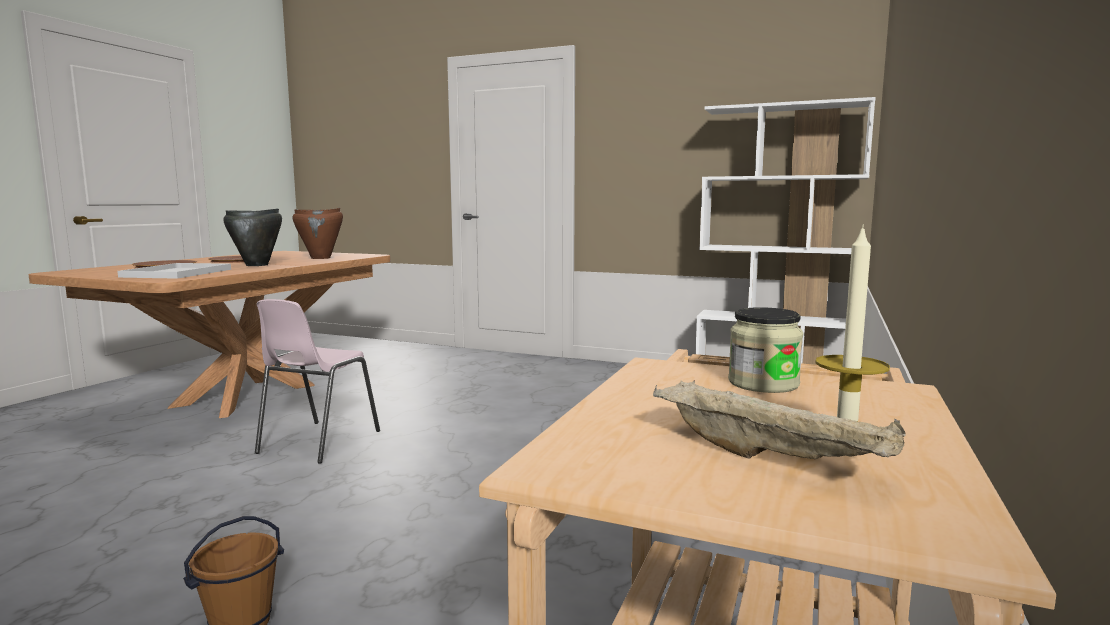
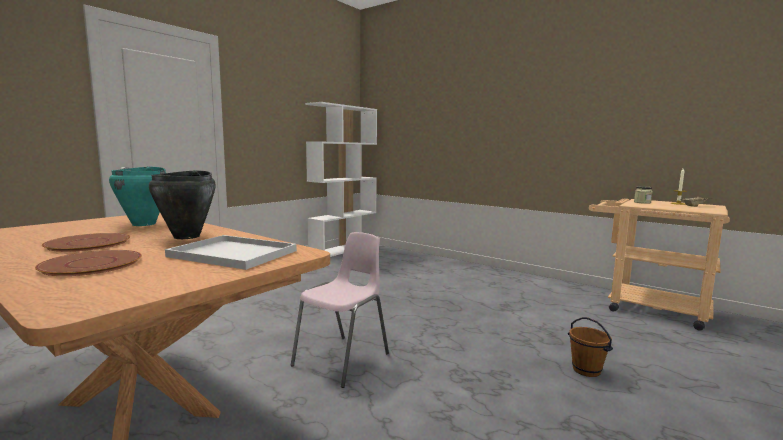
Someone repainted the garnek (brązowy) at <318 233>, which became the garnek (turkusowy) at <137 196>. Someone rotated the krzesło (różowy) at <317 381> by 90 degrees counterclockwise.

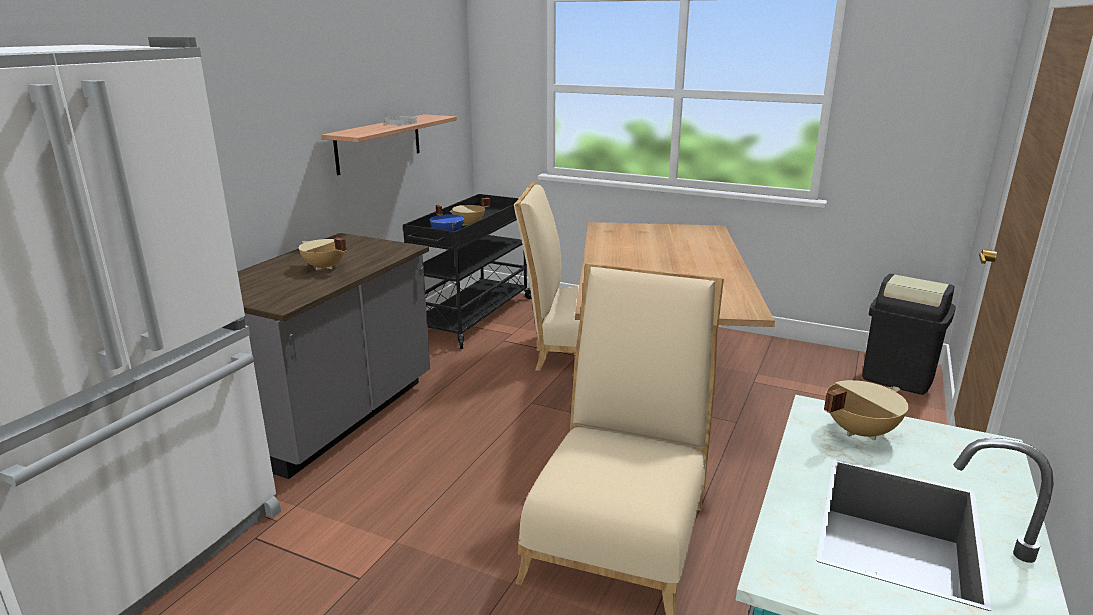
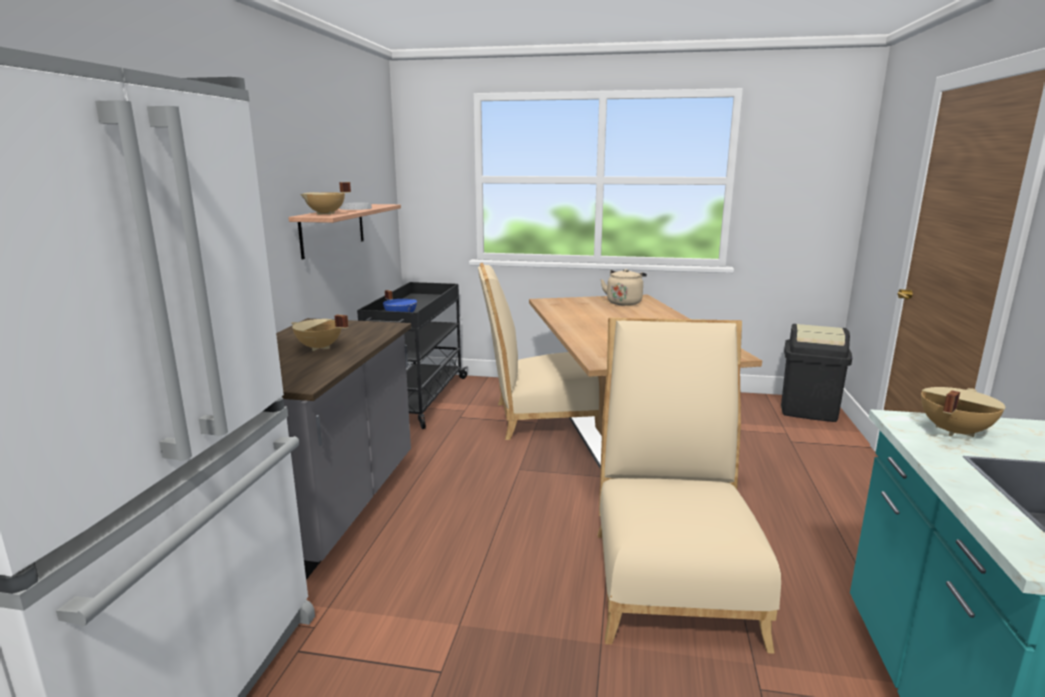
Someone carried the garnek (beżowy) from <470 212> to <325 198>. Someone put down the czajnik (beżowy) at <624 287>.

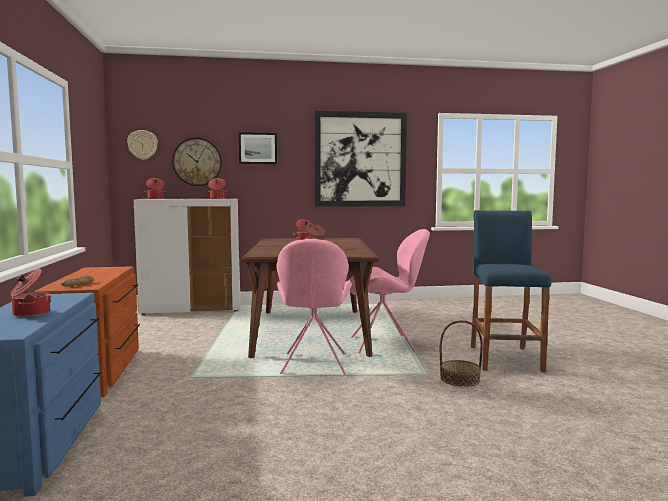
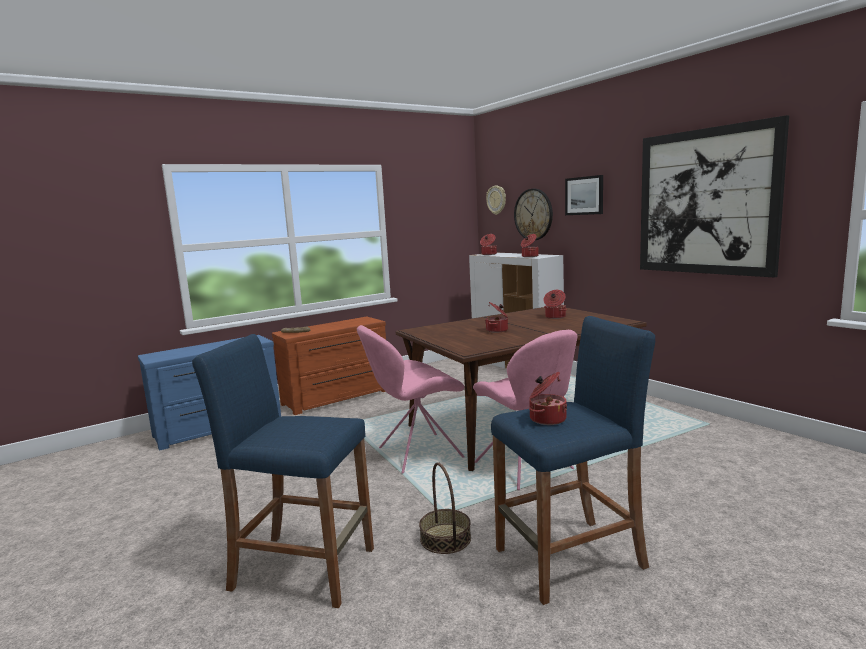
Someone carried the garnek from <31 293> to <548 398>. Someone put down the stołek (niebieski) at <283 471>.

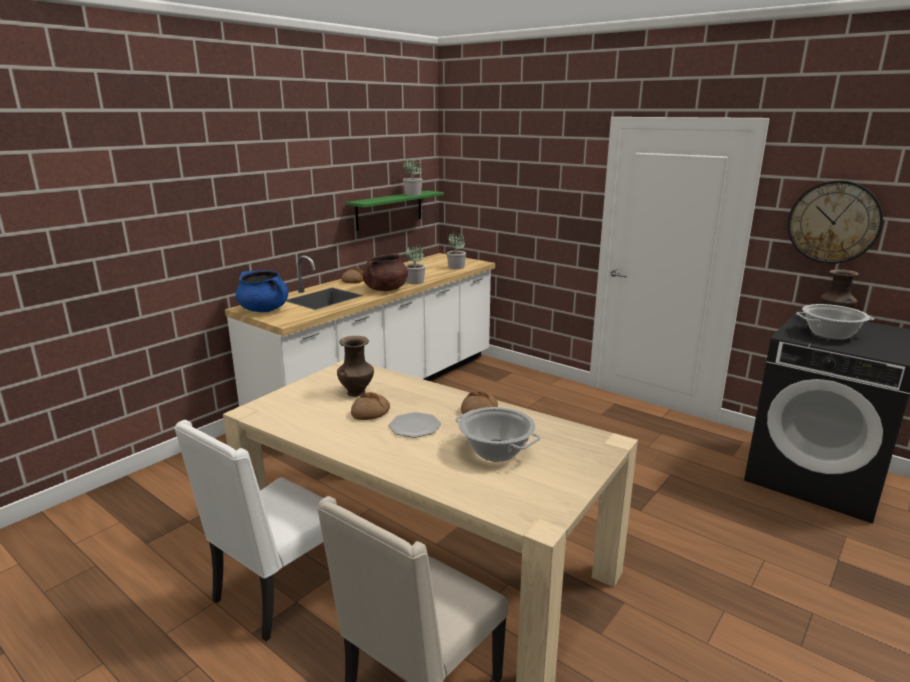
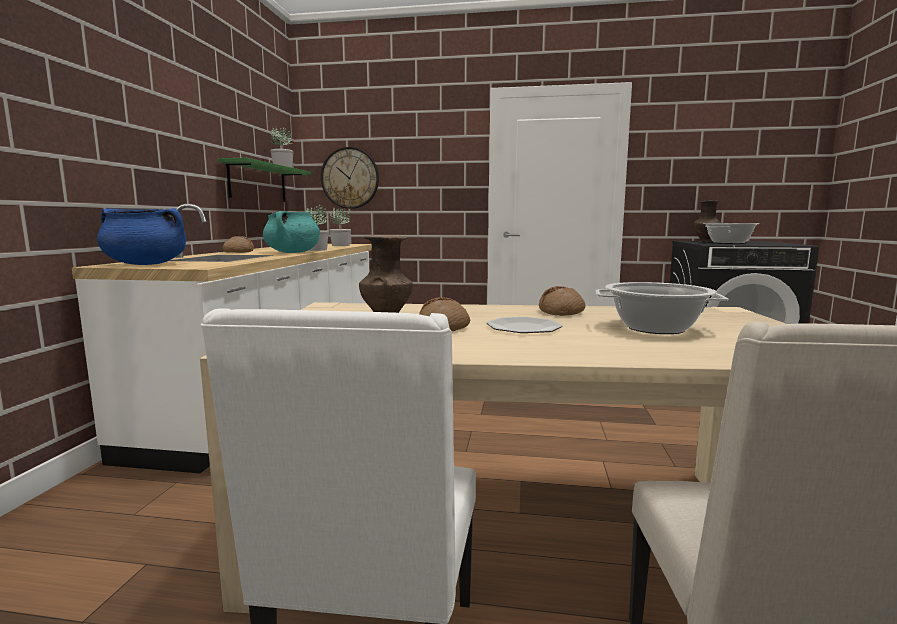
Someone carried the zegar ścienny from <835 222> to <350 178>. Someone repainted the garnek (brązowy) at <385 272>, which became the garnek (turkusowy) at <291 232>.

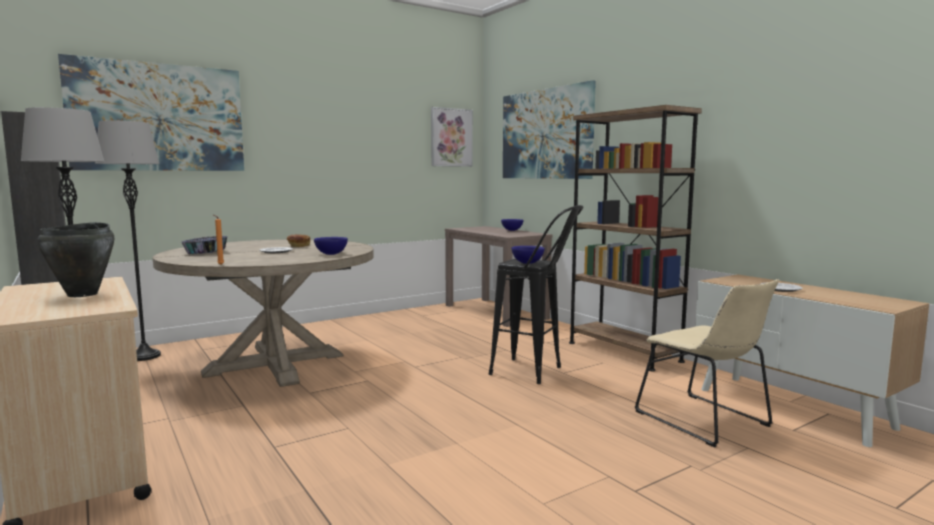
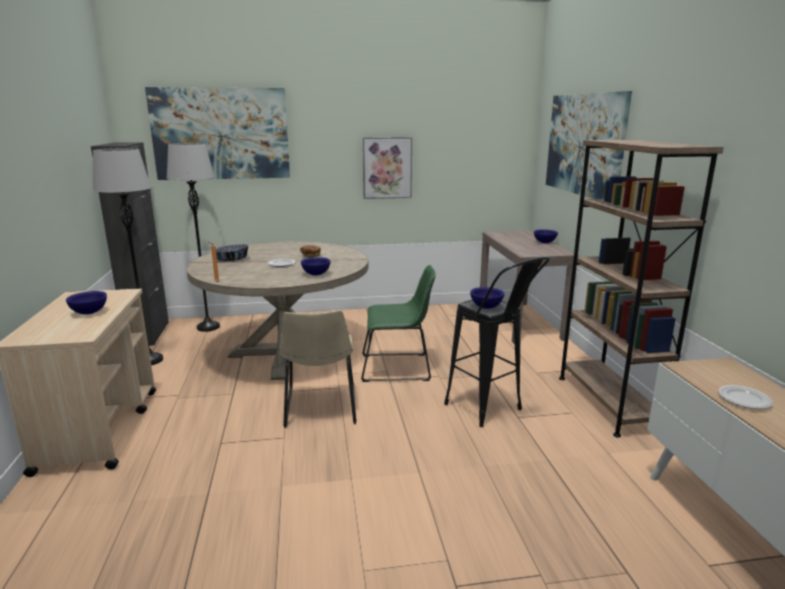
Someone carried the obraz from <452 137> to <387 168>. Someone swapped the garnek (czarny) at <75 259> for the miska (niebieski) at <86 302>. Someone carried the krzesło (beżowy) from <707 363> to <318 369>. Someone put down the krzesło (zielony) at <398 323>.

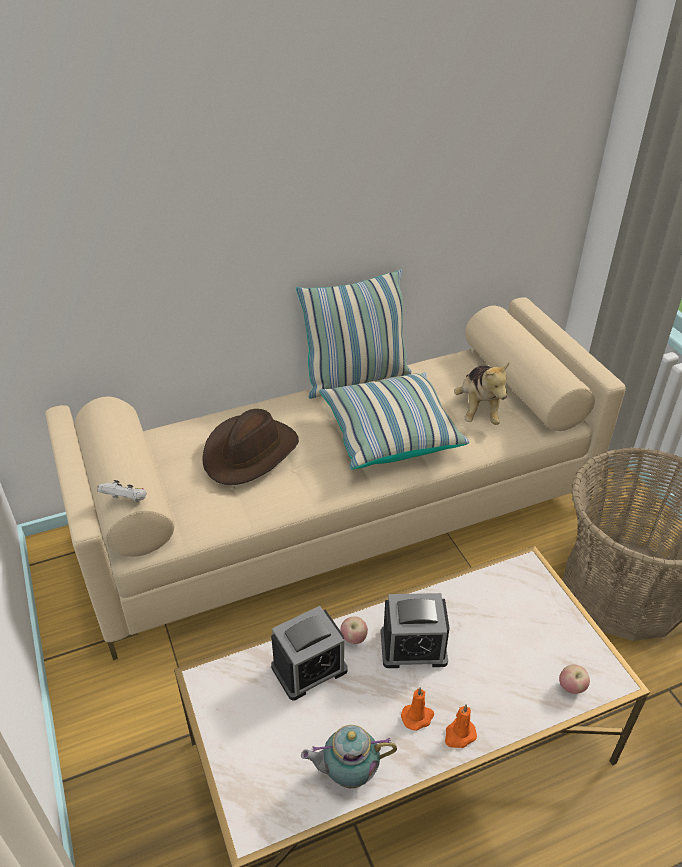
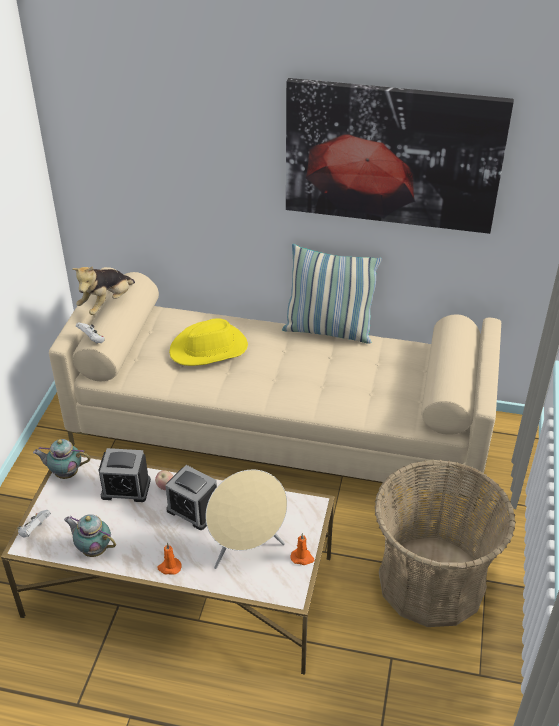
Someone carried the pluszak from <481 394> to <103 290>. Someone took away the poduszka at <394 420>. Someone repainted the kapelusz (brązowy) at <250 447>, which became the kapelusz (żółty) at <208 342>. Someone took away the jabłko at <574 679>. Someone carried the świeca (pomarańczowy) from <417 709> to <302 549>. Someone put up the obraz at <400 156>. Someone put down the imbryk at <61 459>. Someone put down the głośnik (beżowy) at <246 519>. Someone put down the pad do gier (biały) at <34 524>.

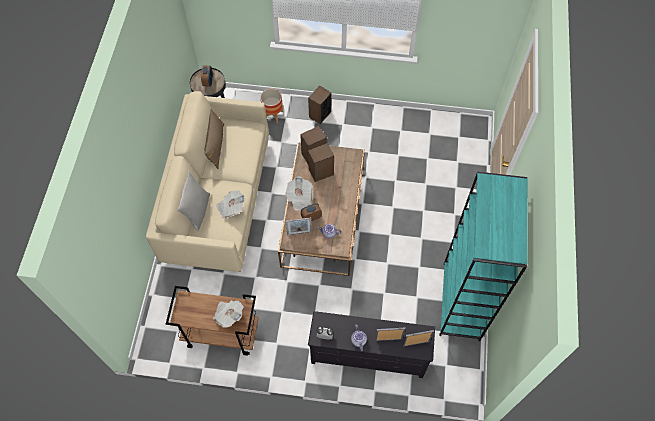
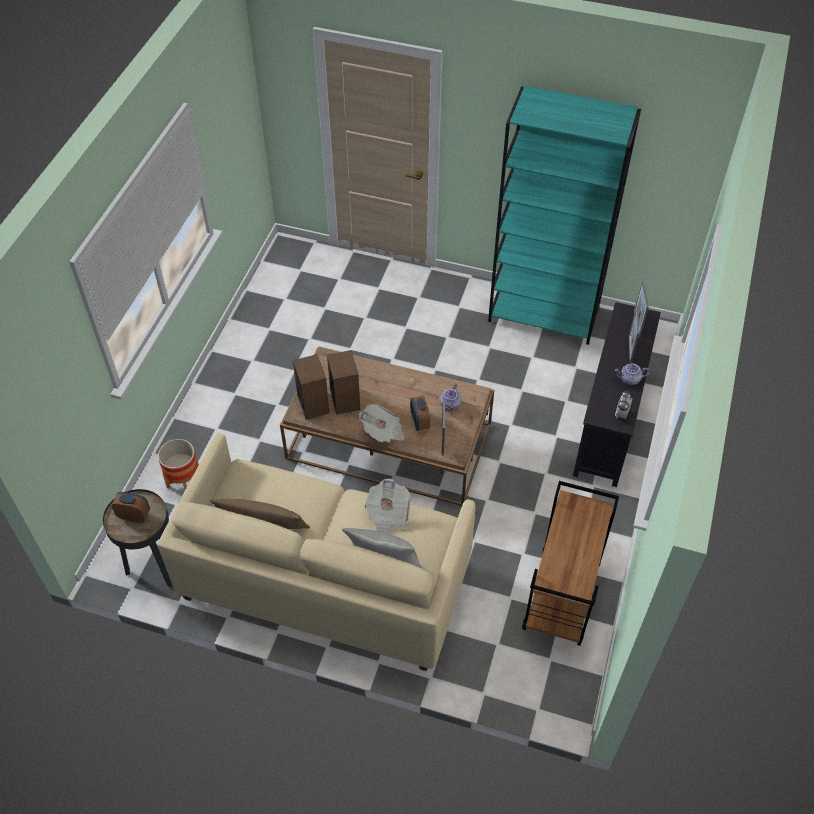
Someone took away the głośnik at <319 105>. Someone took away the gazeta at <228 314>.

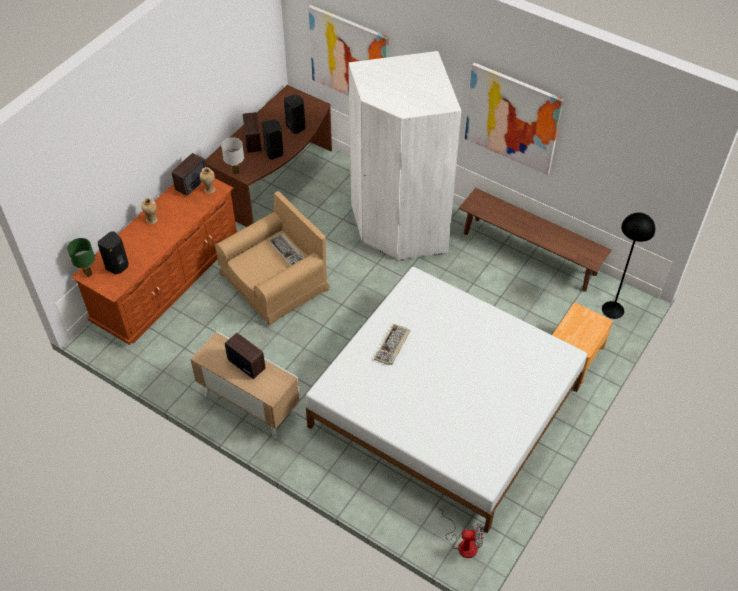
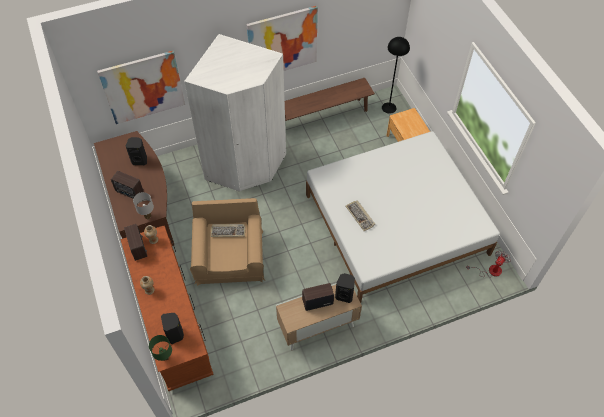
Someone carried the głośnik (czarny) from <272 140> to <345 288>.

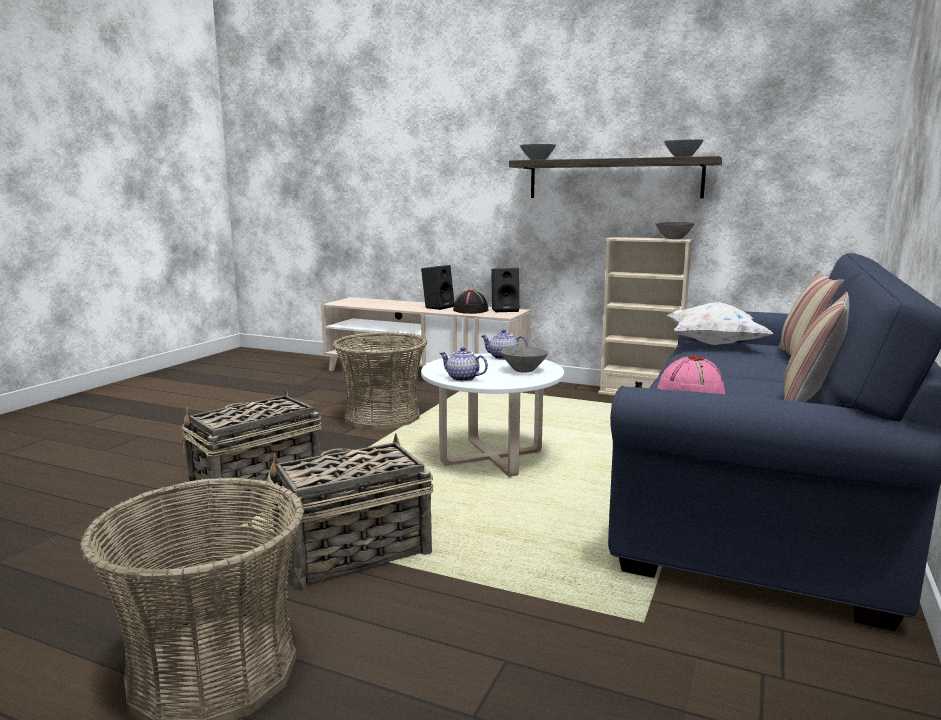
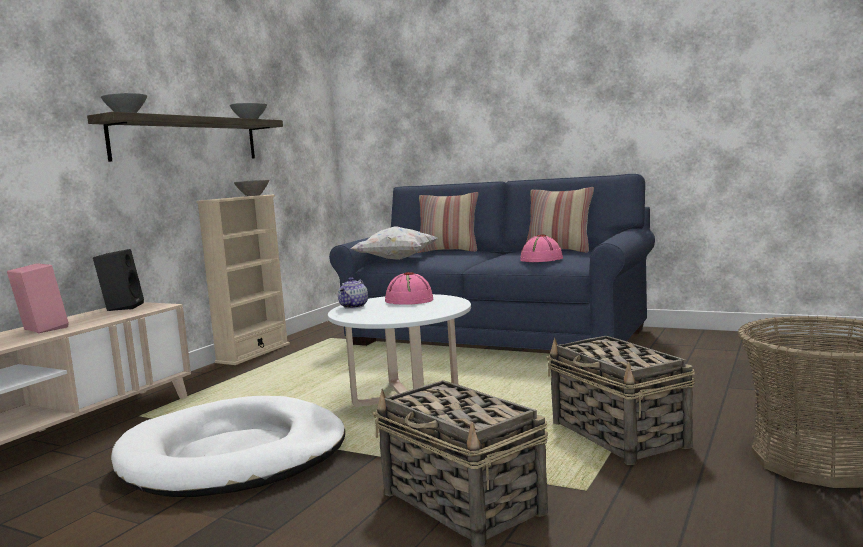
Someone repainted the głośnik (czarny) at <437 287>, which became the głośnik (różowy) at <38 298>. Someone took away the kapelusz (czarny) at <471 302>. Someone swapped the koszyk at <379 381> for the legowisko (biały) at <228 446>. Someone swapped the miska (szary) at <524 359> for the kapelusz (różowy) at <409 288>. Someone took away the imbryk at <464 364>.

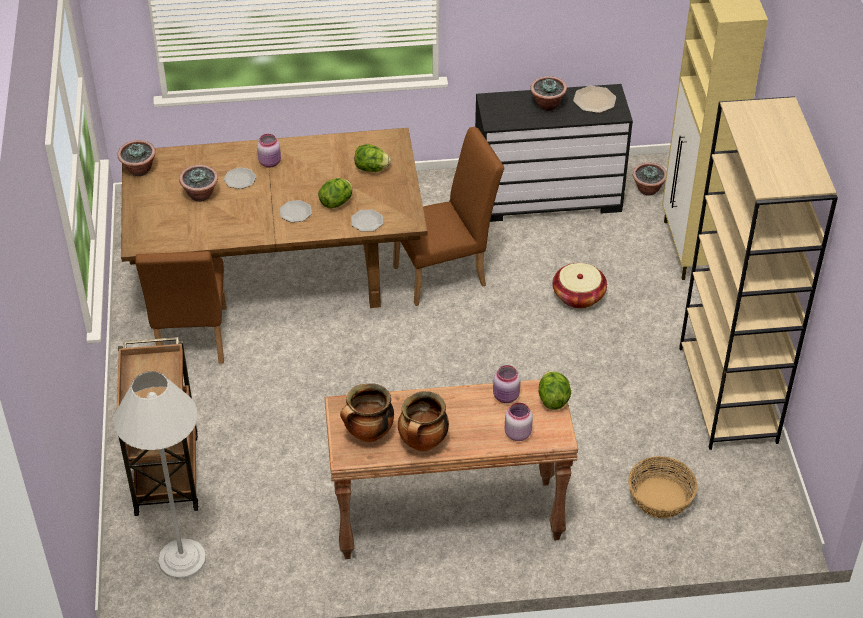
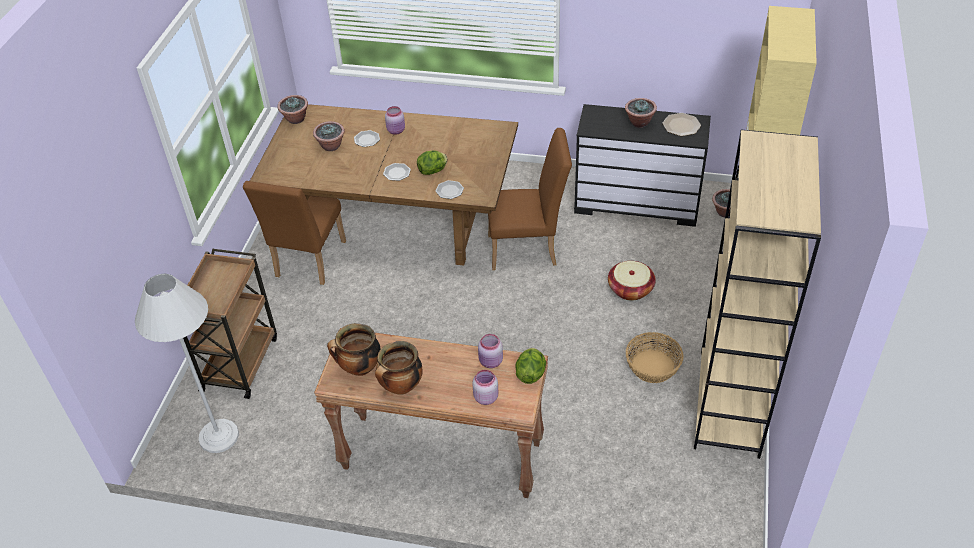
Someone took away the sałata at <373 158>. Someone carried the koszyk from <663 487> to <655 357>.

